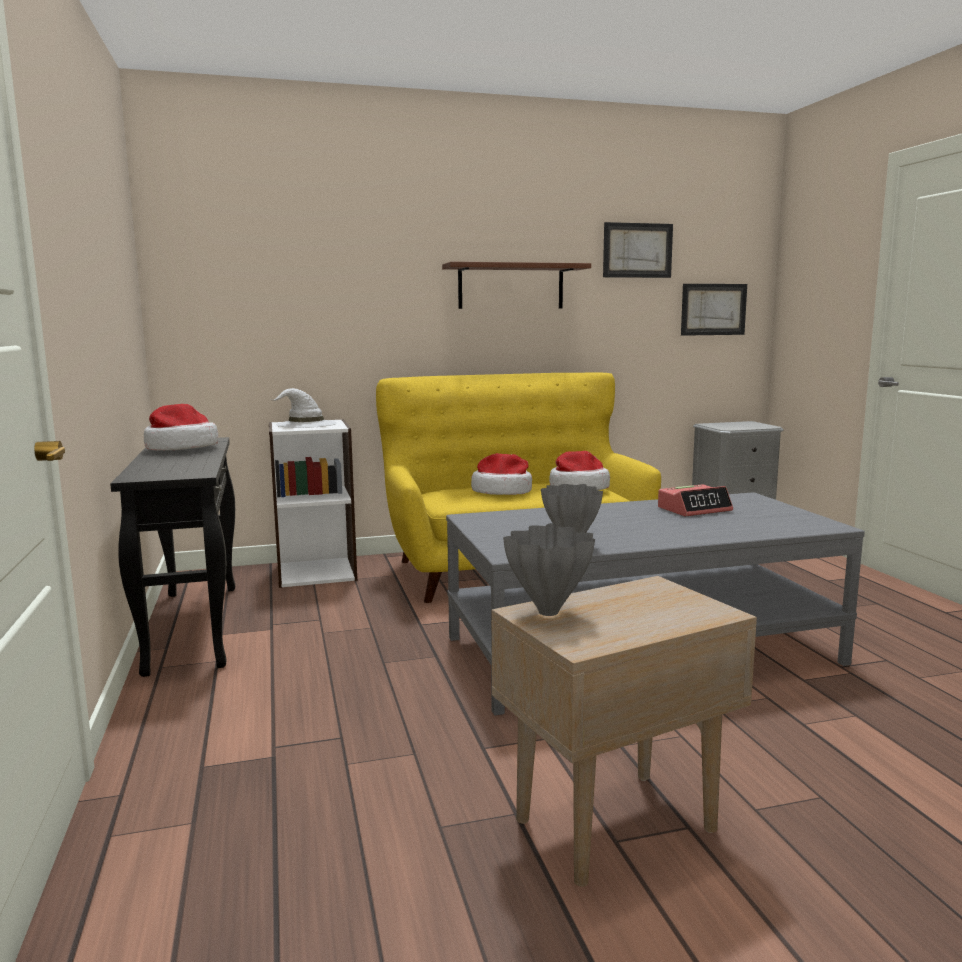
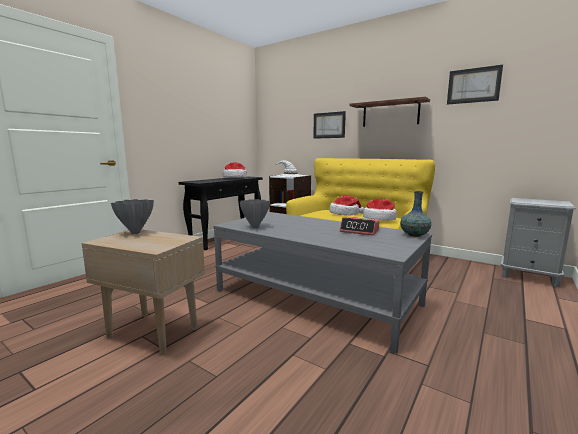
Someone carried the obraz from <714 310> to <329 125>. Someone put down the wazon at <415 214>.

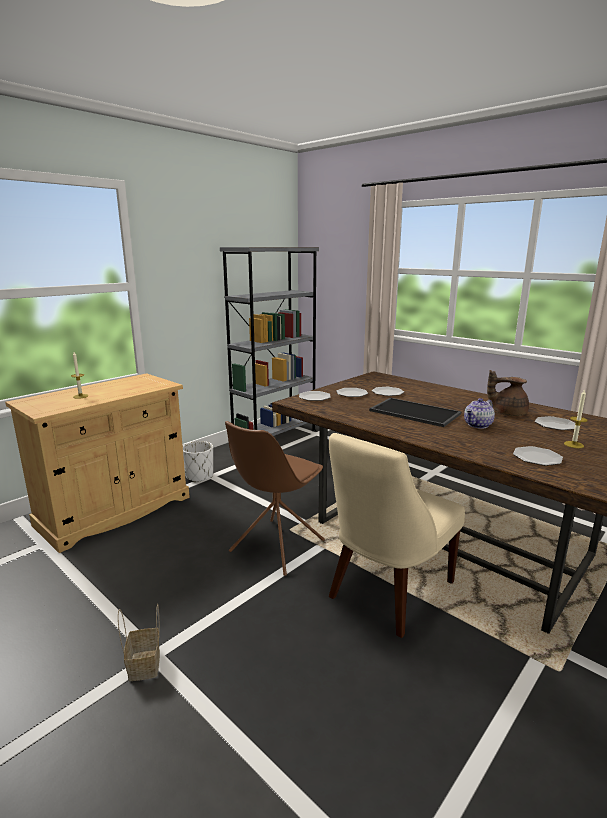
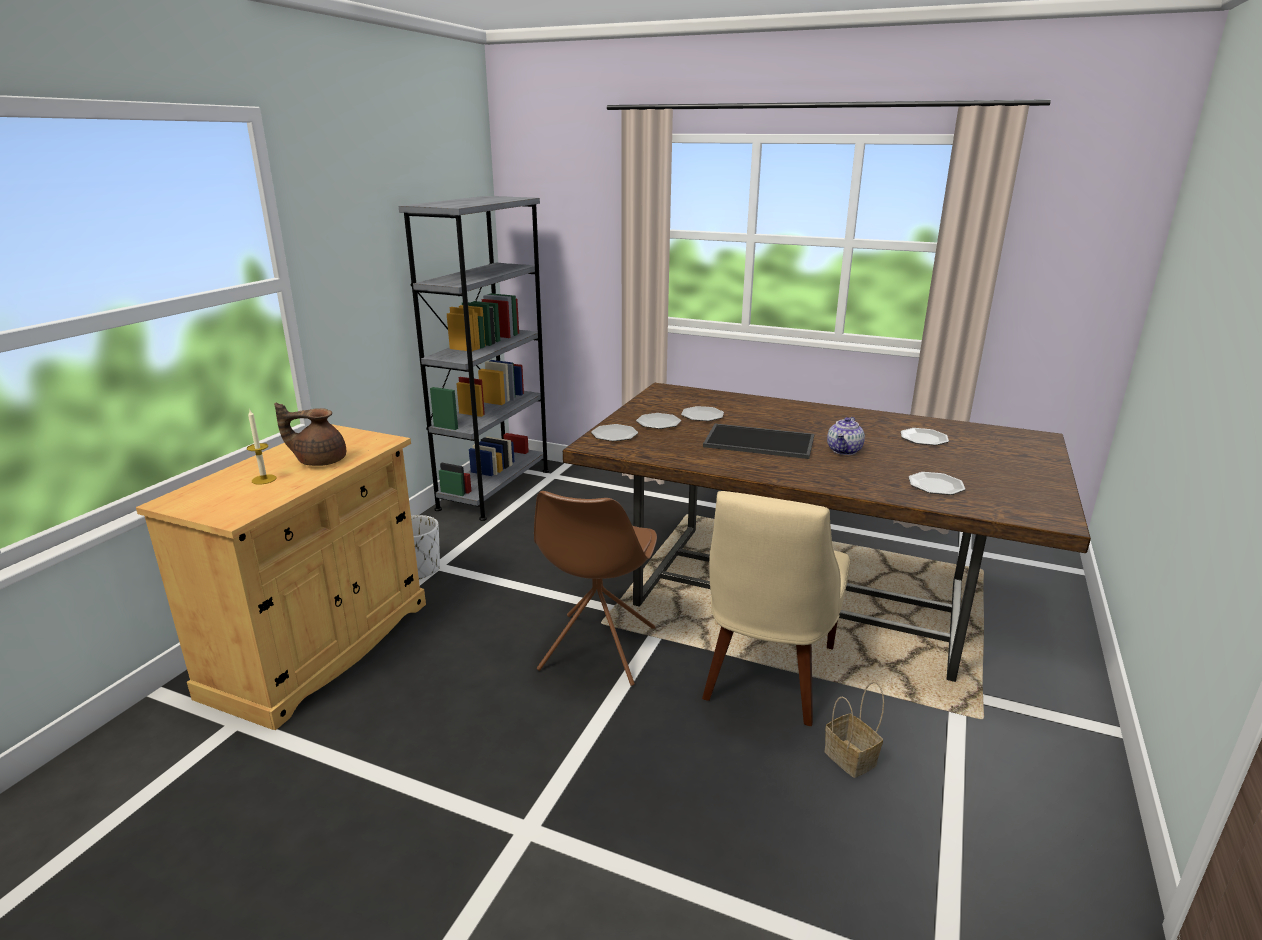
Someone carried the imbryk (brązowy) from <508 393> to <310 434>. Someone took away the świeca at <576 418>. Someone carried the koszyk from <139 642> to <854 730>.

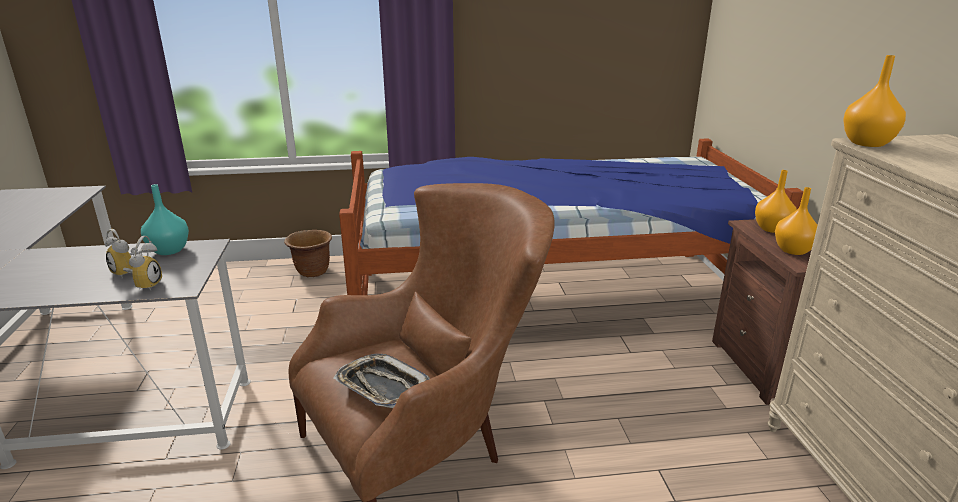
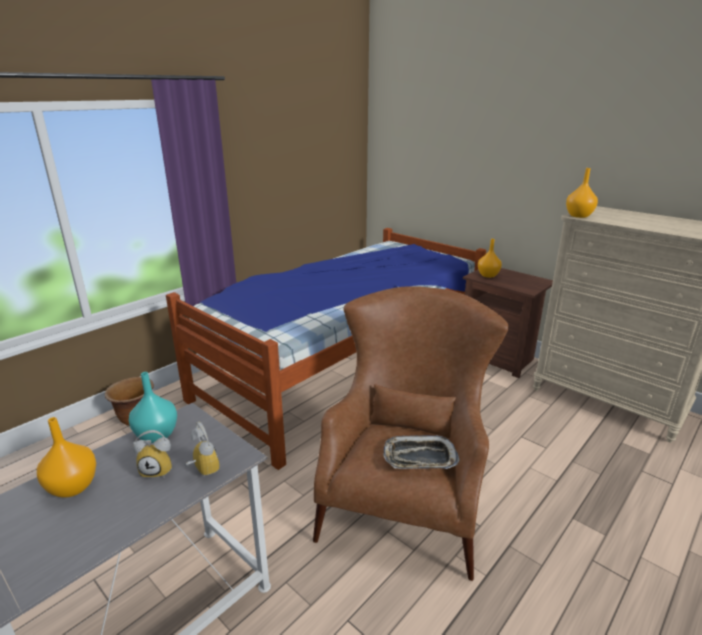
Someone carried the wazon (pomarańczowy) from <796 221> to <66 457>.

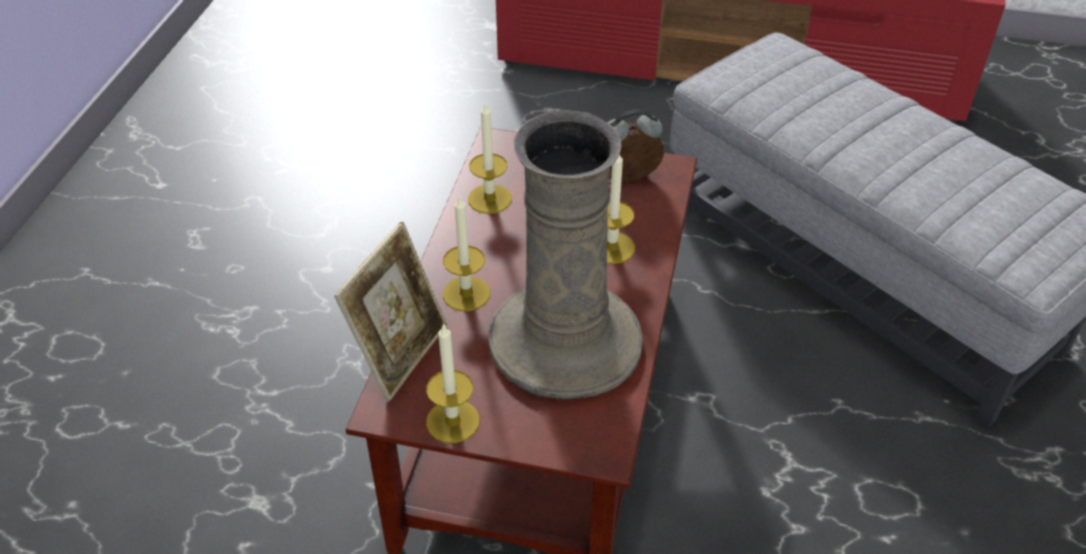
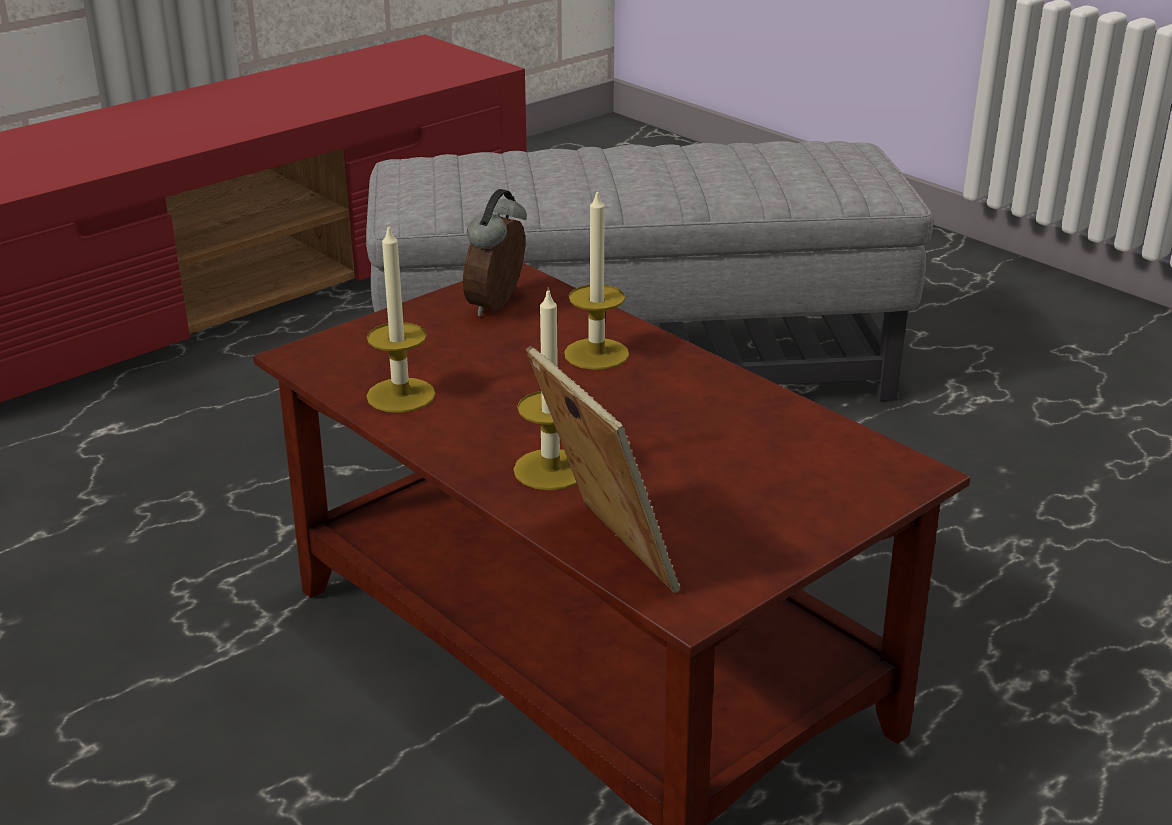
Someone took away the wazon (beżowy) at <566 255>. Someone took away the świeca at <453 383>.

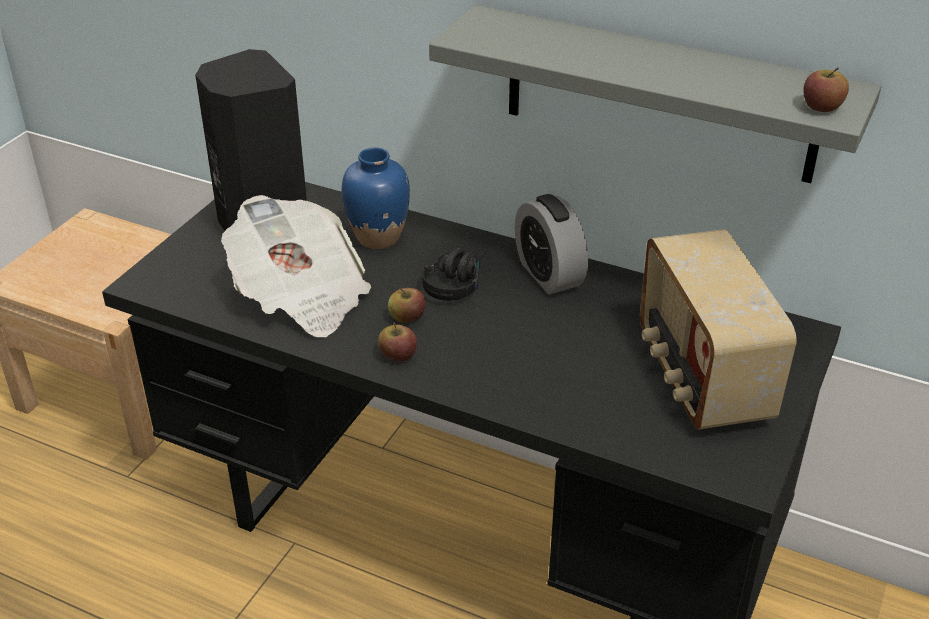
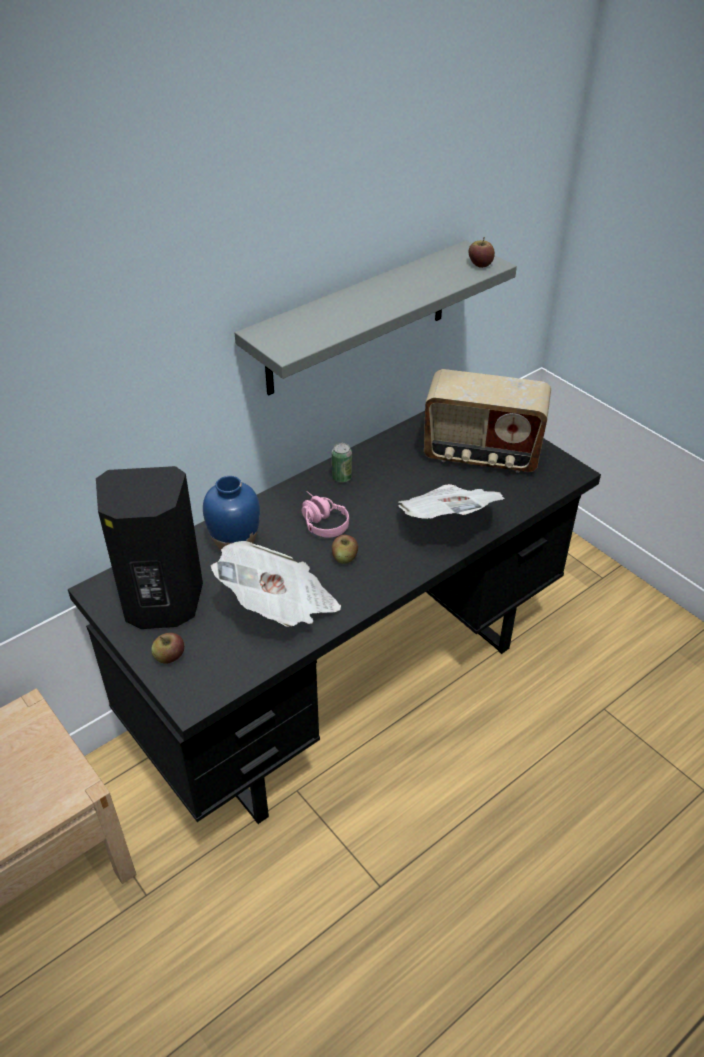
Someone swapped the budzik at <551 244> for the puszka at <342 463>. Someone repainted the słuchawki (czarny) at <455 274>, which became the słuchawki (różowy) at <325 514>. Someone carried the jabłko from <397 342> to <167 648>. Someone put down the gazeta at <451 501>.

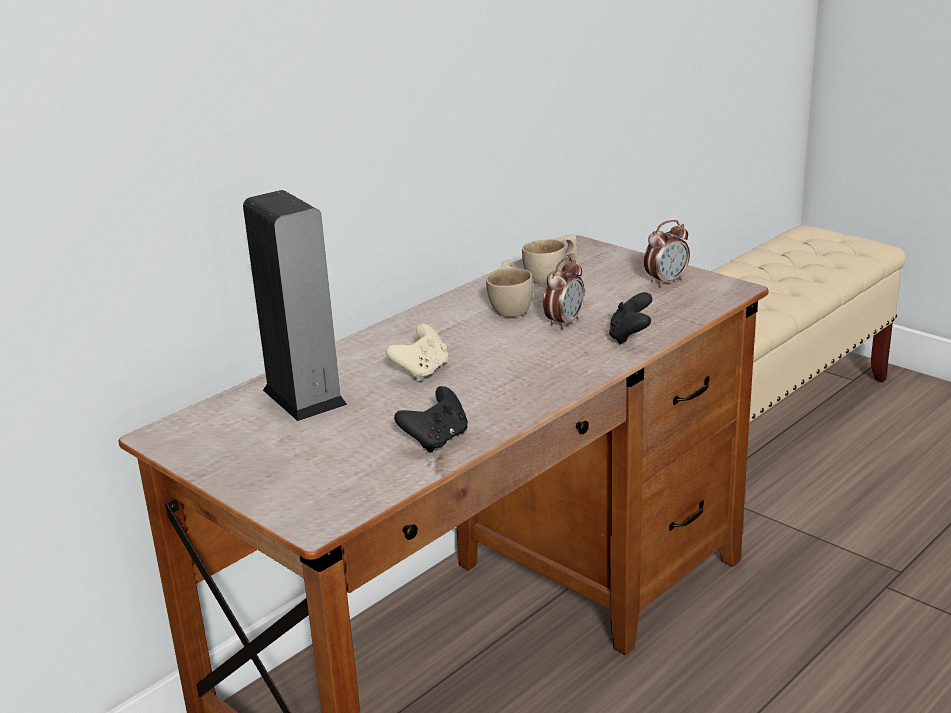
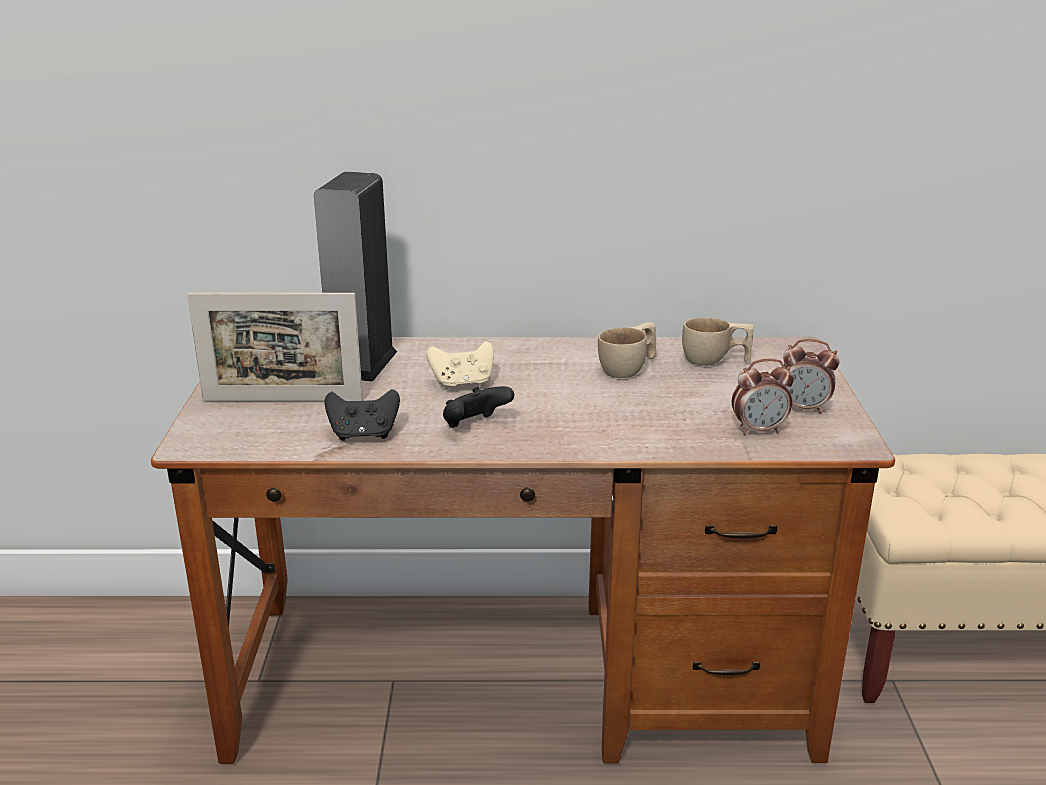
Someone carried the budzik from <563 293> to <763 397>. Someone carried the pad do gier (czarny) from <630 318> to <478 407>. Someone put down the ramka na zdjęcie at <275 347>.

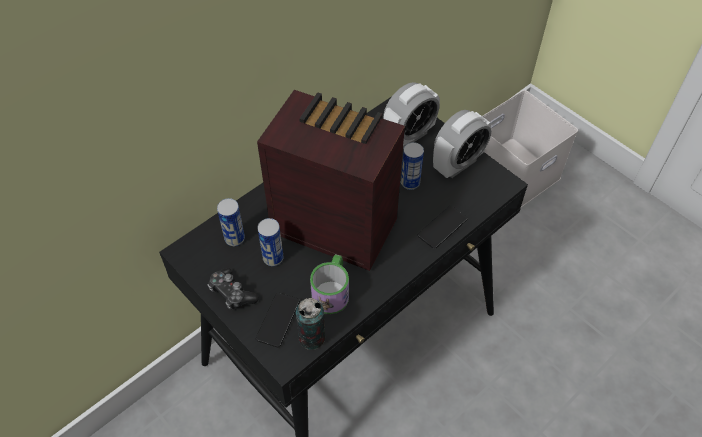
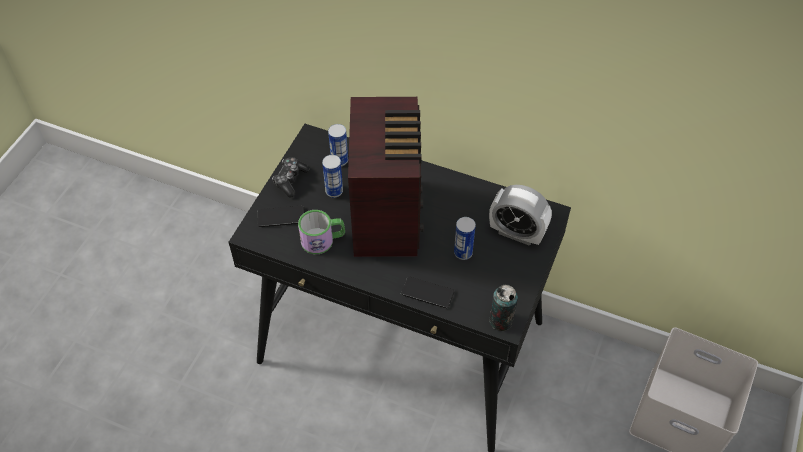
Someone took away the budzik at <462 144>. Someone carried the puszka from <310 324> to <503 308>.

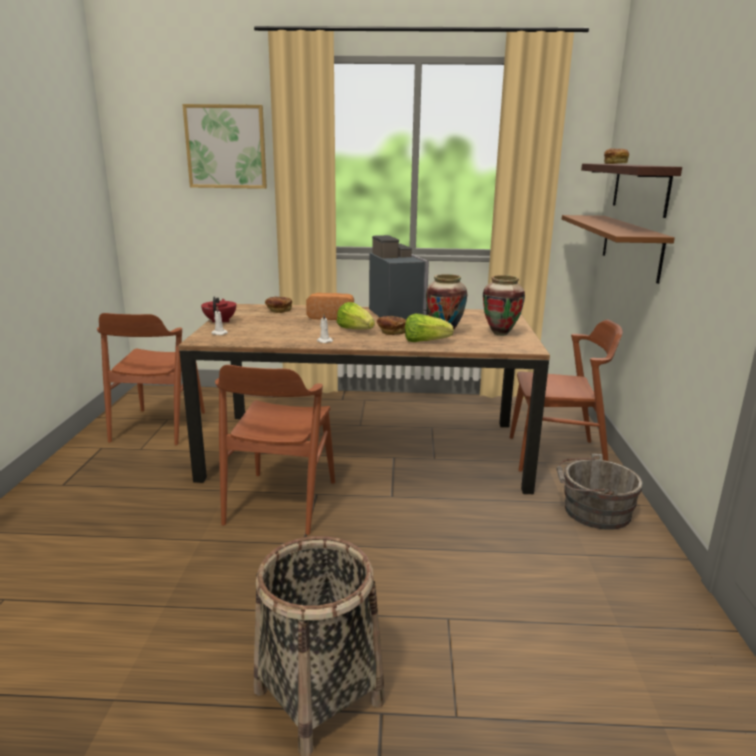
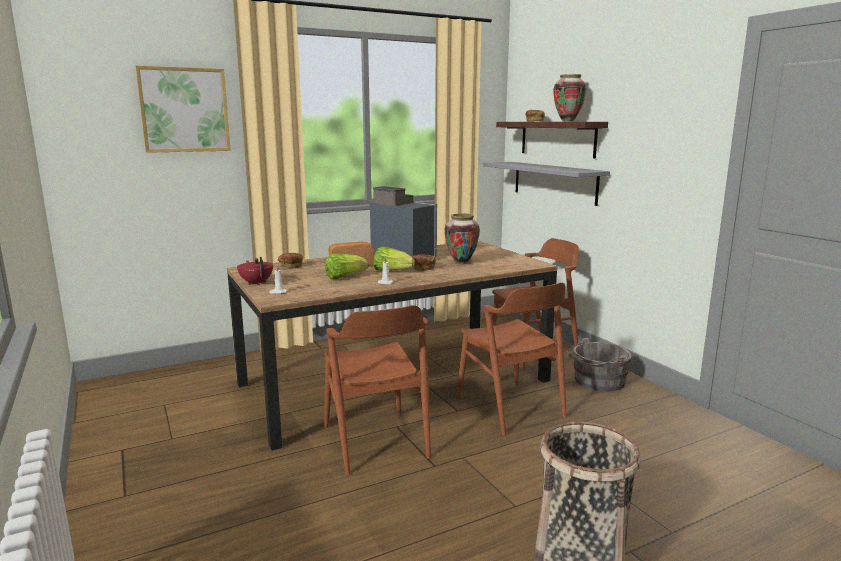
Someone repainted the półka (brązowy) at <618 249>, which became the półka (szary) at <546 184>. Someone carried the wazon from <504 305> to <569 98>. Someone carried the krzesło (brązowy) from <151 379> to <512 359>. Someone carried the sałata from <429 328> to <346 266>.

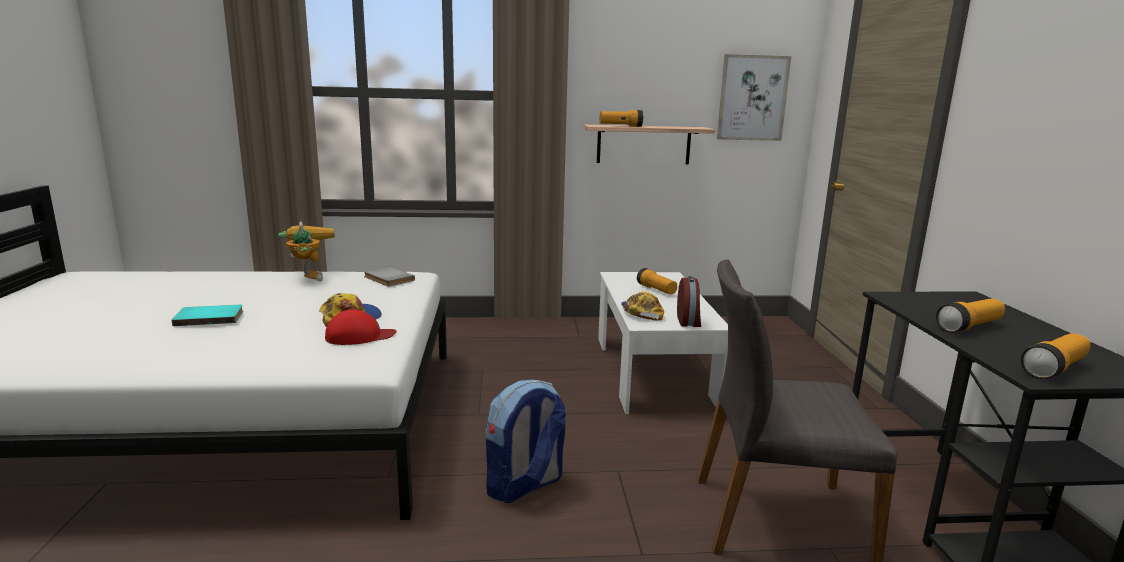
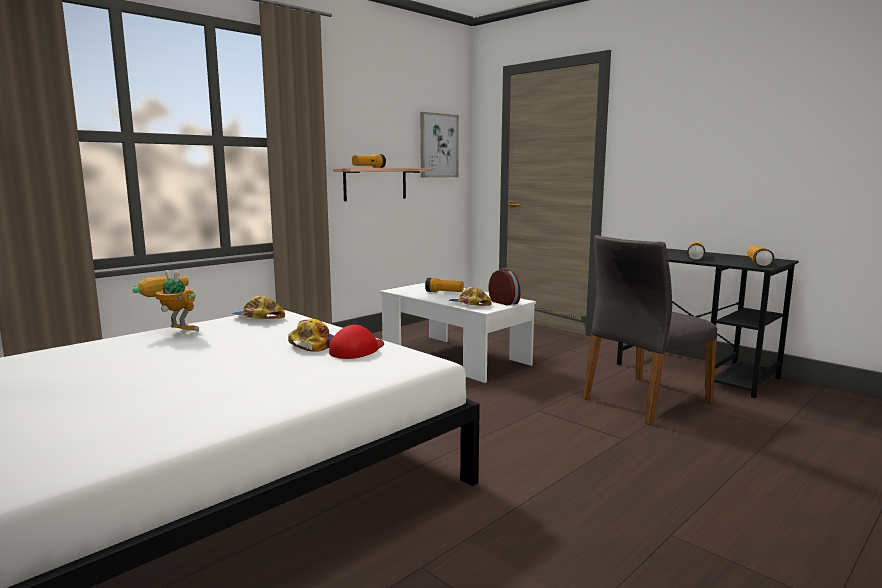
Someone swapped the książka (szary) at <389 276> for the czapka z daszkiem at <258 307>. Someone took away the książka (turkusowy) at <207 315>. Someone took away the plecak at <526 441>.

